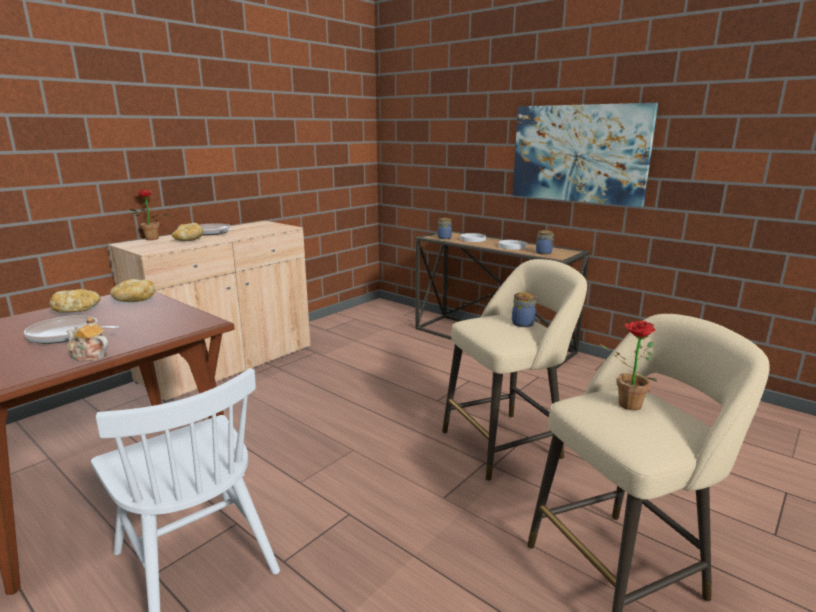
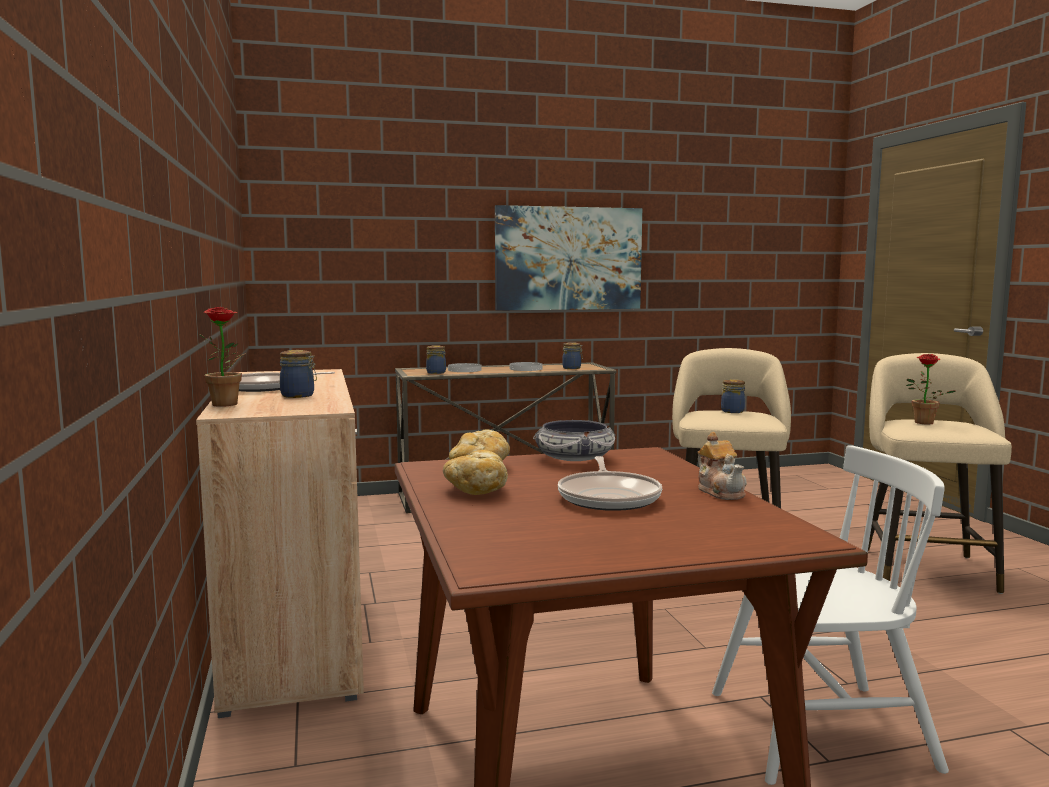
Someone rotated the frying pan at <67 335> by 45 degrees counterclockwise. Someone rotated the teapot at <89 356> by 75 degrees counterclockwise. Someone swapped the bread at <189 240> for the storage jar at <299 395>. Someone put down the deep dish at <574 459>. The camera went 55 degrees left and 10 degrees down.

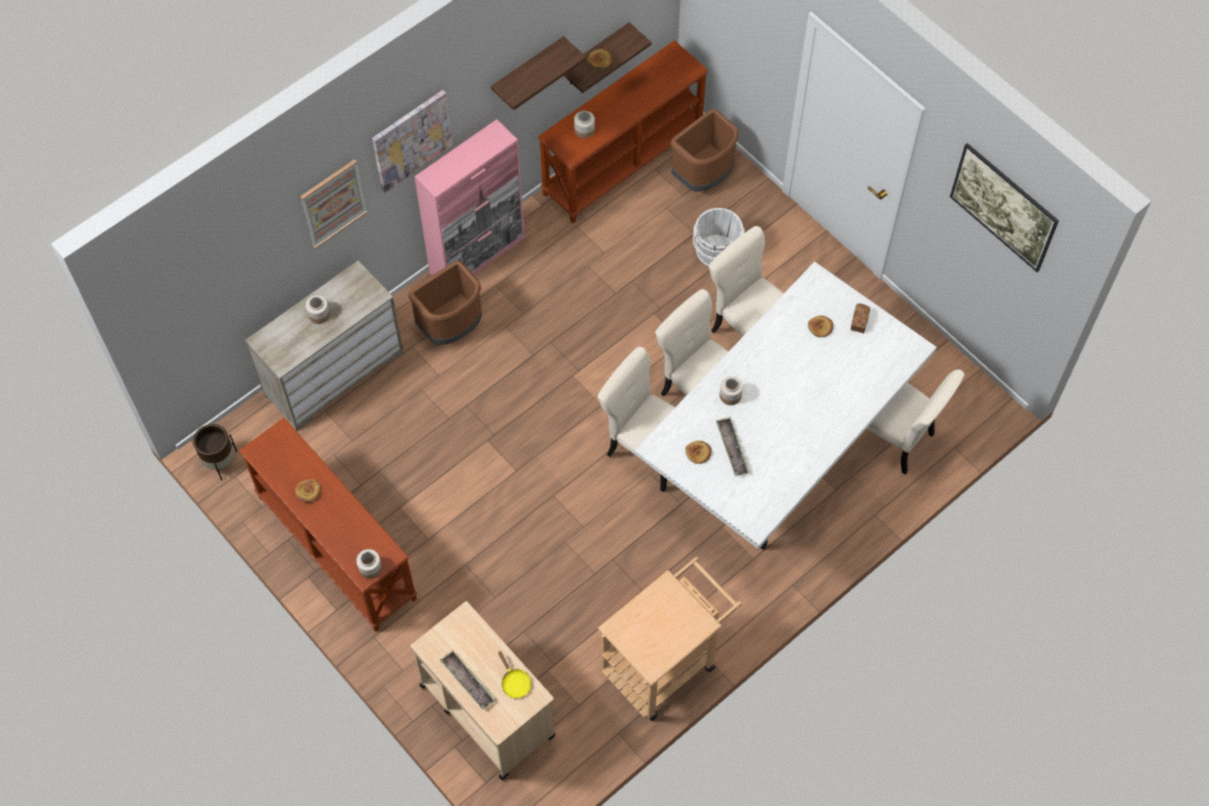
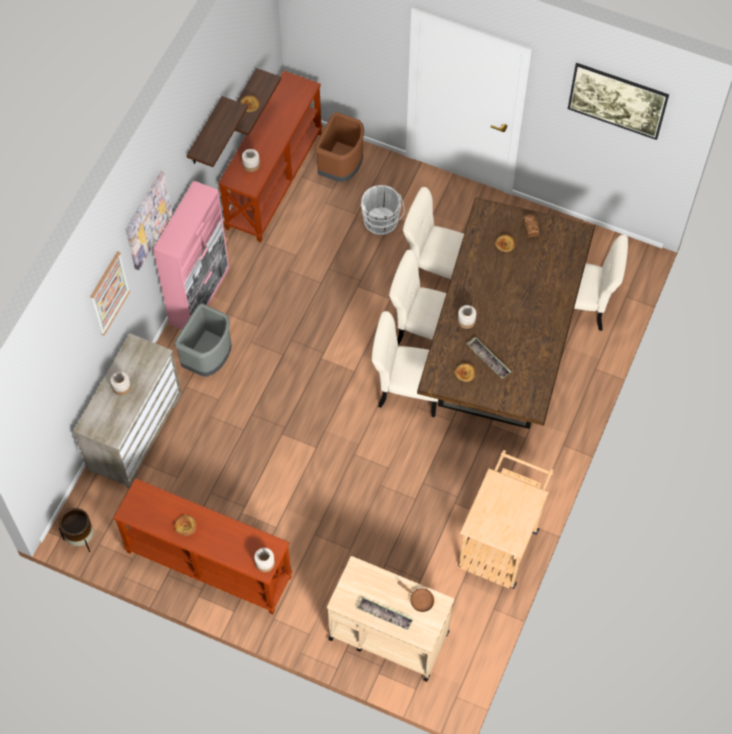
Someone repainted the brownish rubbish bin at <451 326>, which became the greyish rubbish bin at <208 358>. Someone repainted the yellowish frying pan at <514 682>, which became the brownish frying pan at <419 600>. Someone repainted the white kitchen table at <777 449>, which became the brownish kitchen table at <501 350>. The camera went 25 degrees left and 0 degrees up.

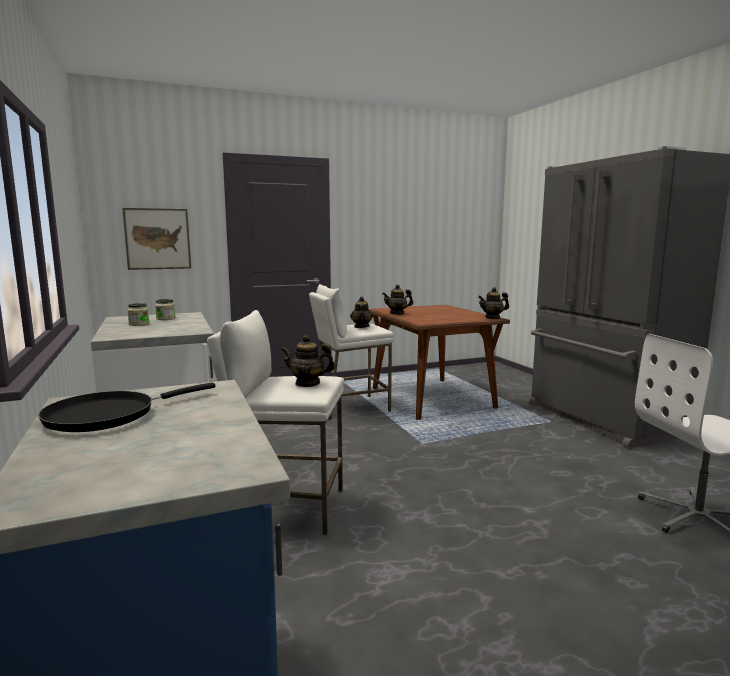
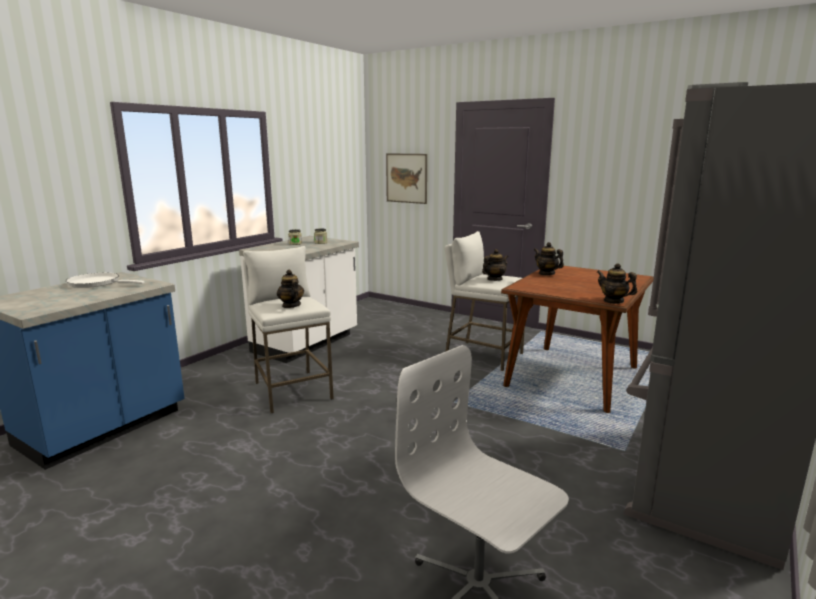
Someone repainted the black frying pan at <108 415>, which became the white frying pan at <97 283>. The camera went 55 degrees right and 5 degrees up.

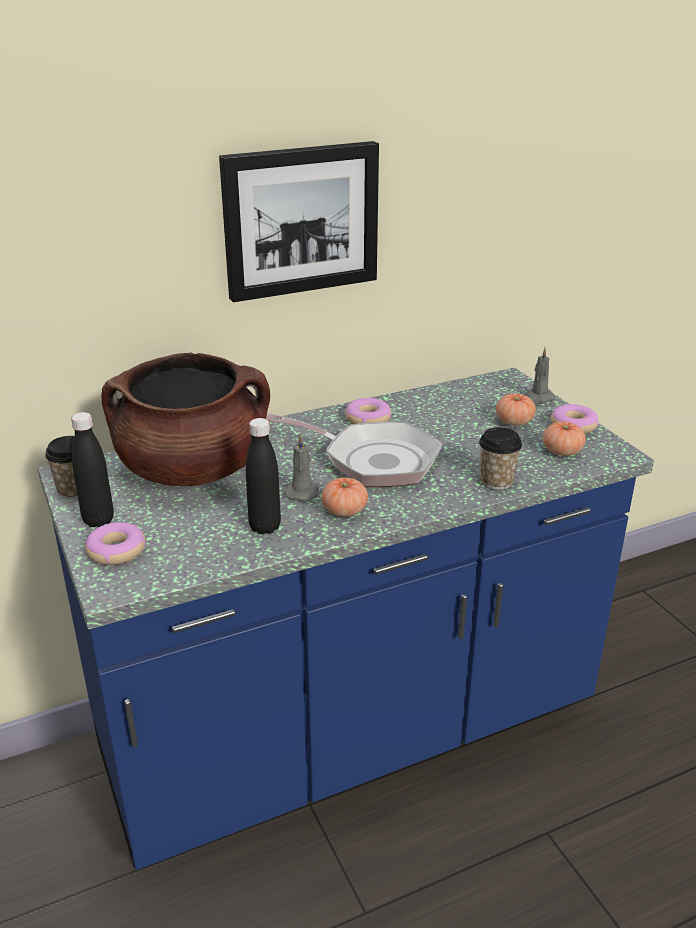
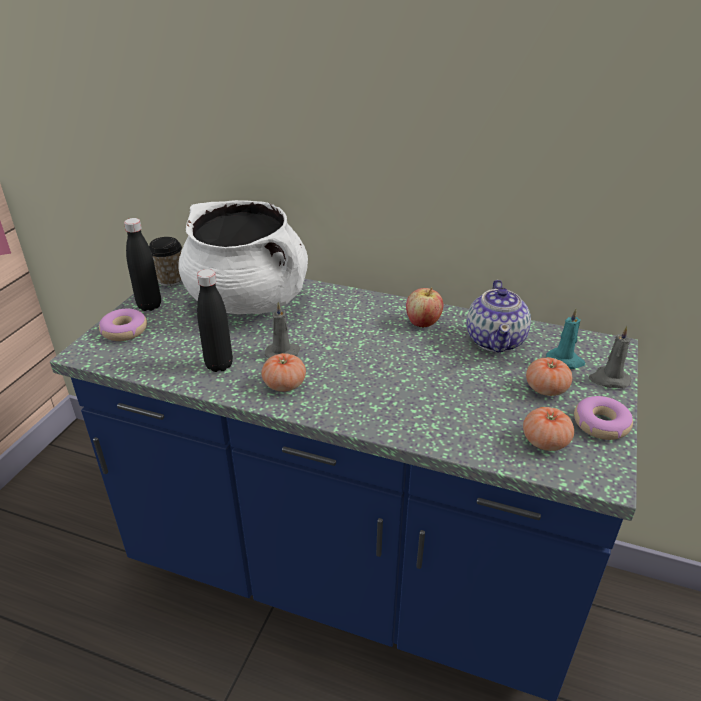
Someone repainted the brownish cooking pot at <193 470>, which became the white cooking pot at <249 301>. Someone took away the wall picture at <300 220>. Someone took away the frying pan at <373 460>. Someone swapped the doughnut at <368 419> for the apple fruit at <423 323>. Someone took away the drinking cup at <496 481>. Someone put down the teapot at <496 340>. Someone put down the turquoise candle at <565 361>. The camera went 45 degrees right and 5 degrees up.

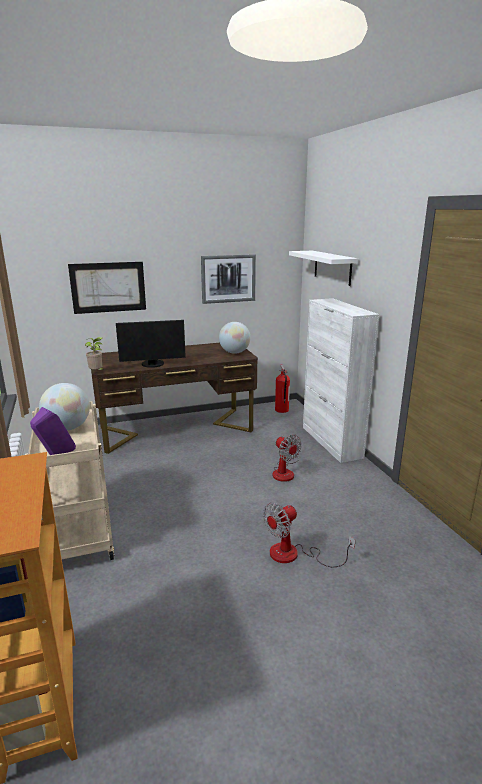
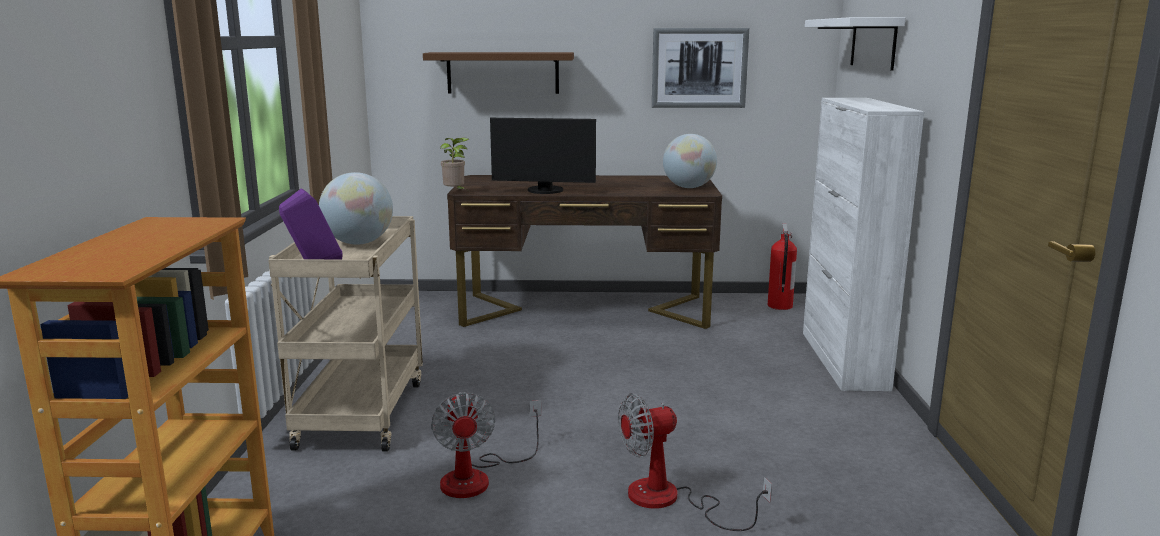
Someone swapped the wall picture at <108 287> for the brownish bracket shelf at <503 72>. Someone carried the fan from <285 471> to <478 477>. The camera went 20 degrees right and 5 degrees down.

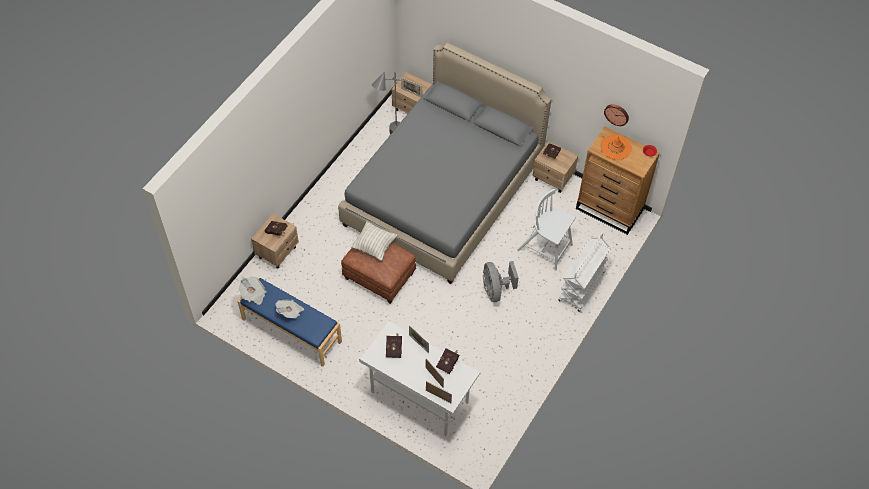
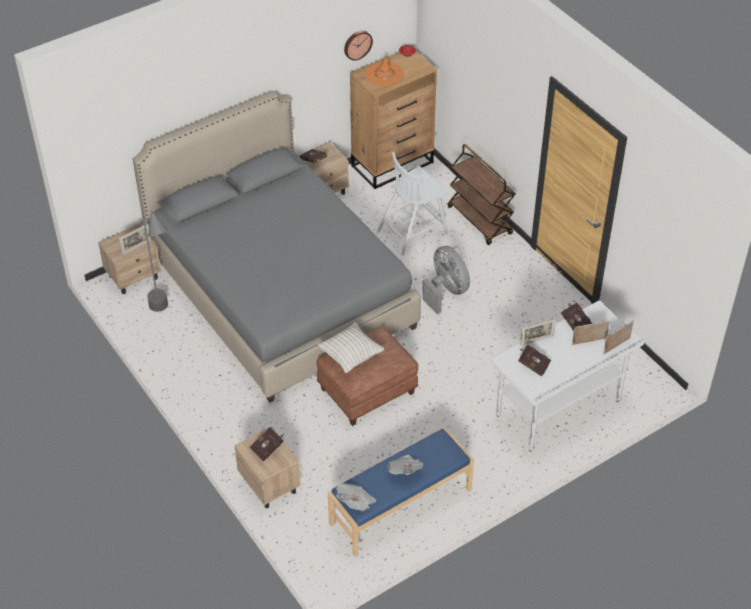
Someone rotated the greyish fan at <496 290> by 135 degrees counterclockwise. Someone repainted the white cart at <582 287>, which became the brownish cart at <480 220>. The camera went 65 degrees left and 10 degrees down.

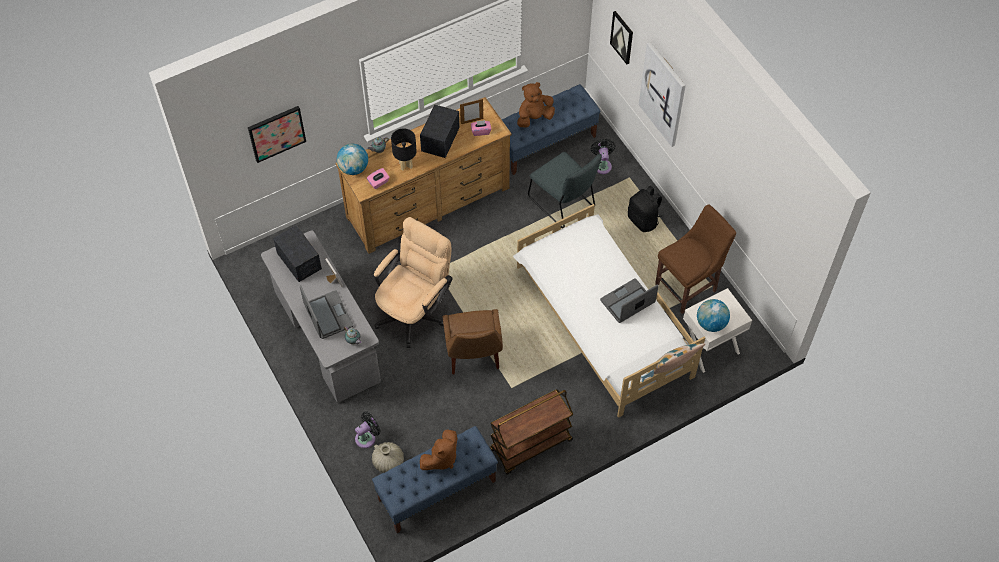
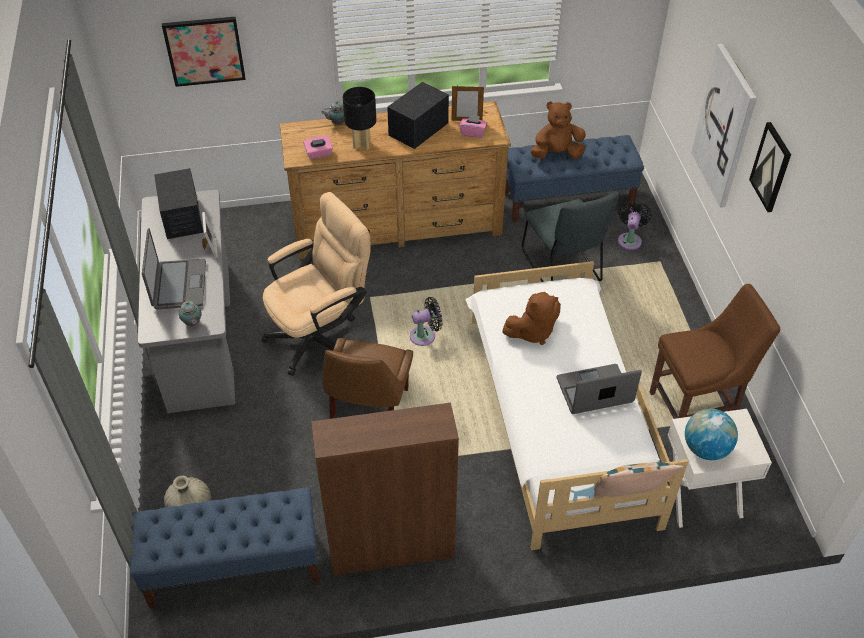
Someone took away the globe at <353 168>. Someone carried the black fan from <367 437> to <425 336>. Someone carried the brownish plush toy from <441 458> to <532 332>. Someone swapped the brownish cart at <531 446> for the brownish cabinet at <390 549>. Someone carried the wall picture from <622 37> to <771 167>. Someone took away the black rucksack at <643 220>. The camera went 20 degrees right and 10 degrees down.

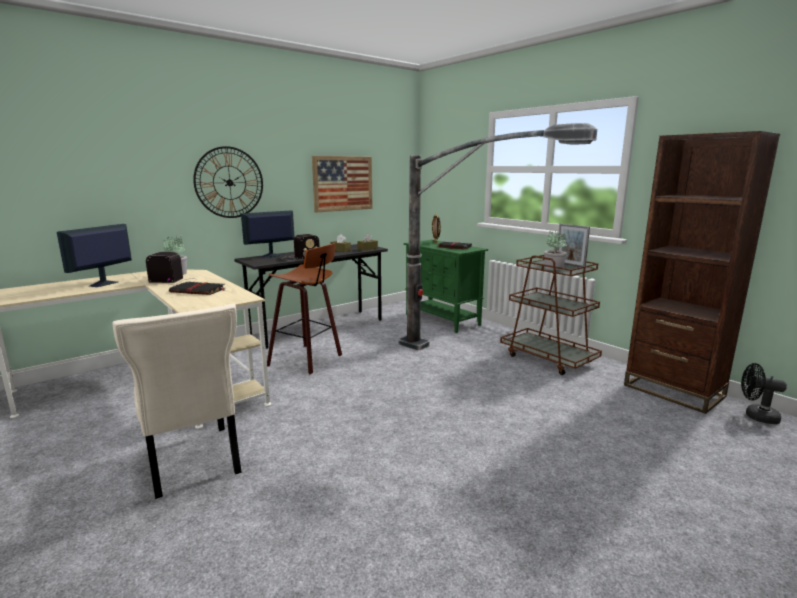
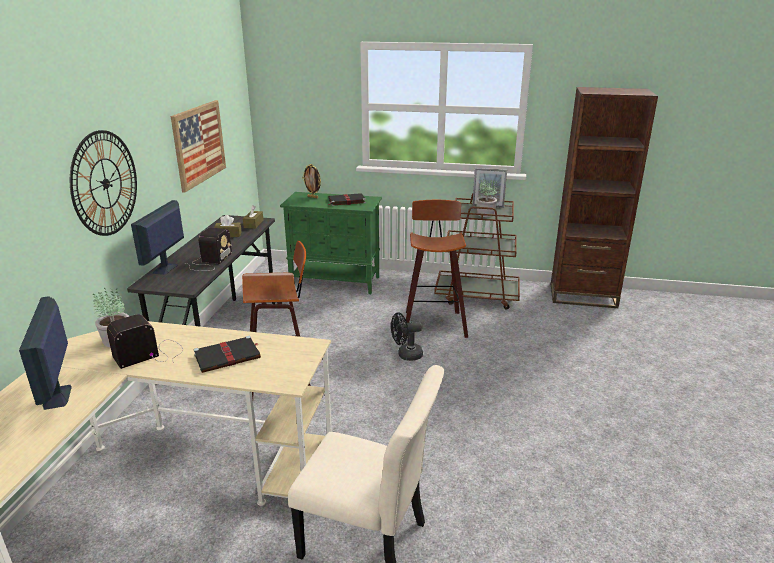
Someone swapped the floor lamp at <474 363> for the stool at <433 323>. Someone carried the black fan from <756 416> to <406 355>. The camera went 40 degrees left and 10 degrees up.

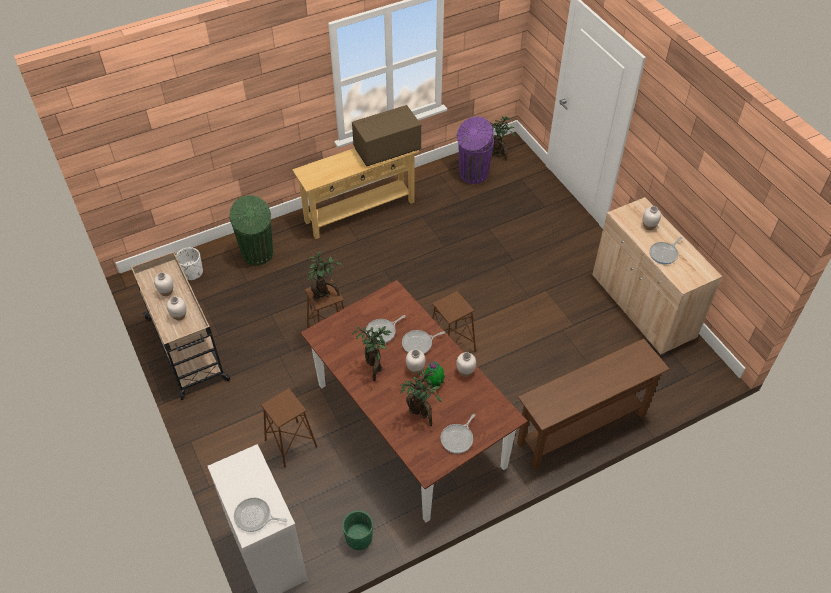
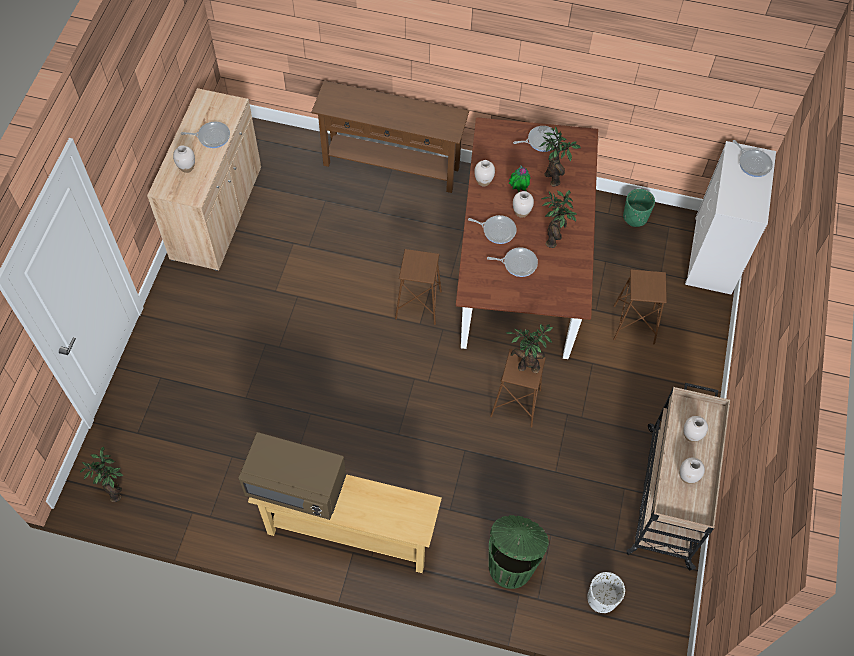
Someone took away the purplish rubbish bin at <473 174>. The camera went 140 degrees left and 10 degrees up.

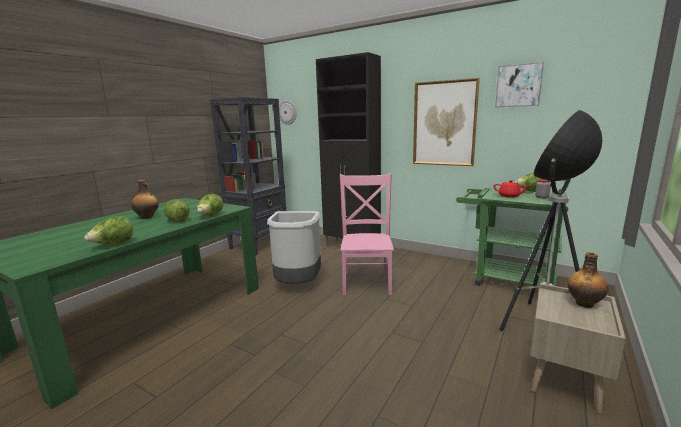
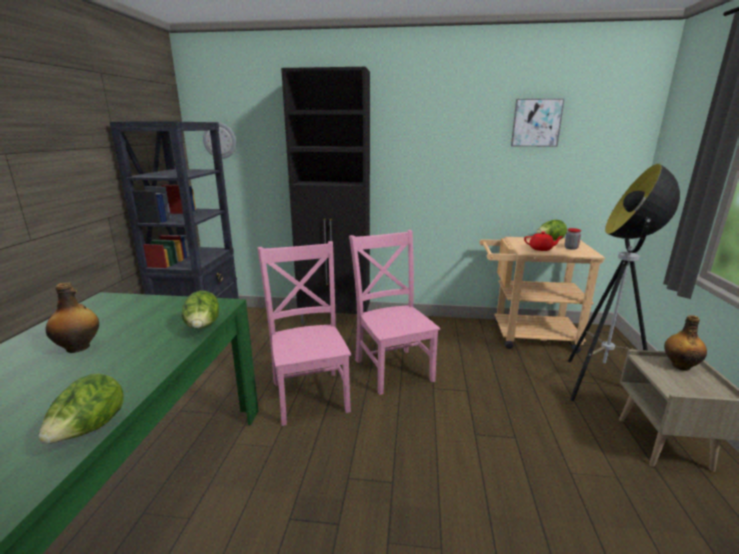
Someone took away the head of lettuce at <177 221>. Someone swapped the greyish rubbish bin at <297 285> for the pink-coloured plain chair at <310 393>. Someone took away the wall picture at <444 123>. Someone repainted the green-coloured cart at <505 279>, which became the beige cart at <526 336>. The camera went 25 degrees left and 5 degrees up.

